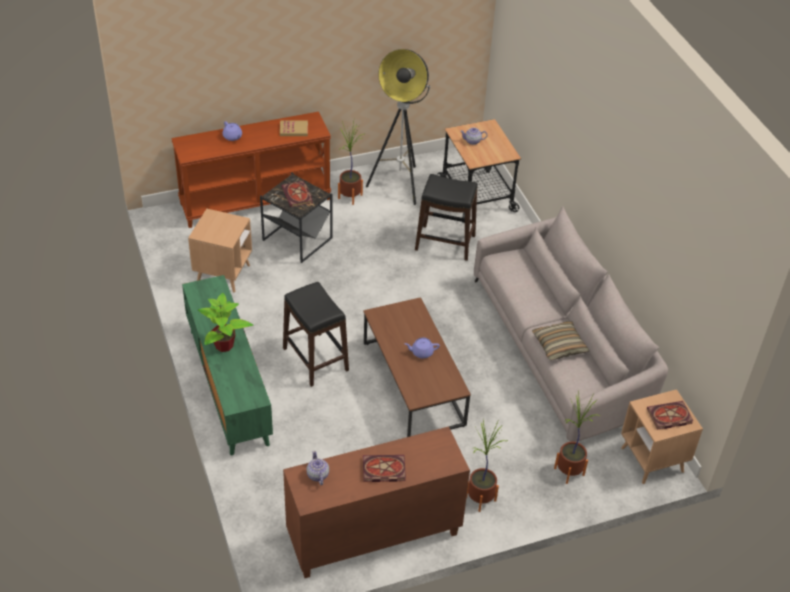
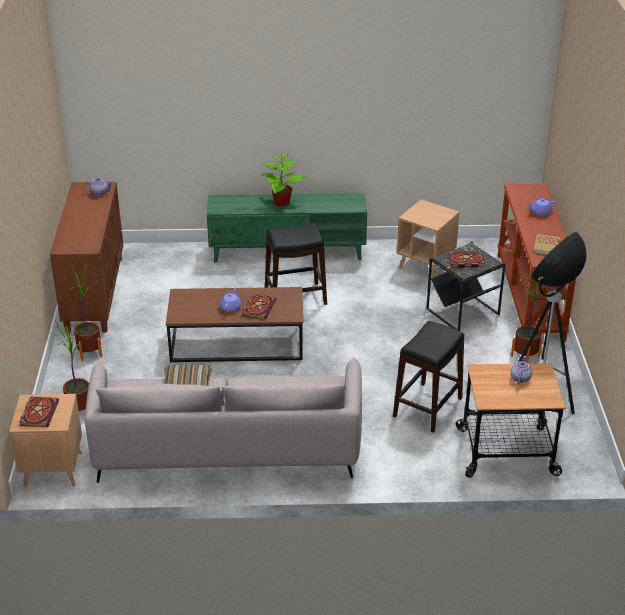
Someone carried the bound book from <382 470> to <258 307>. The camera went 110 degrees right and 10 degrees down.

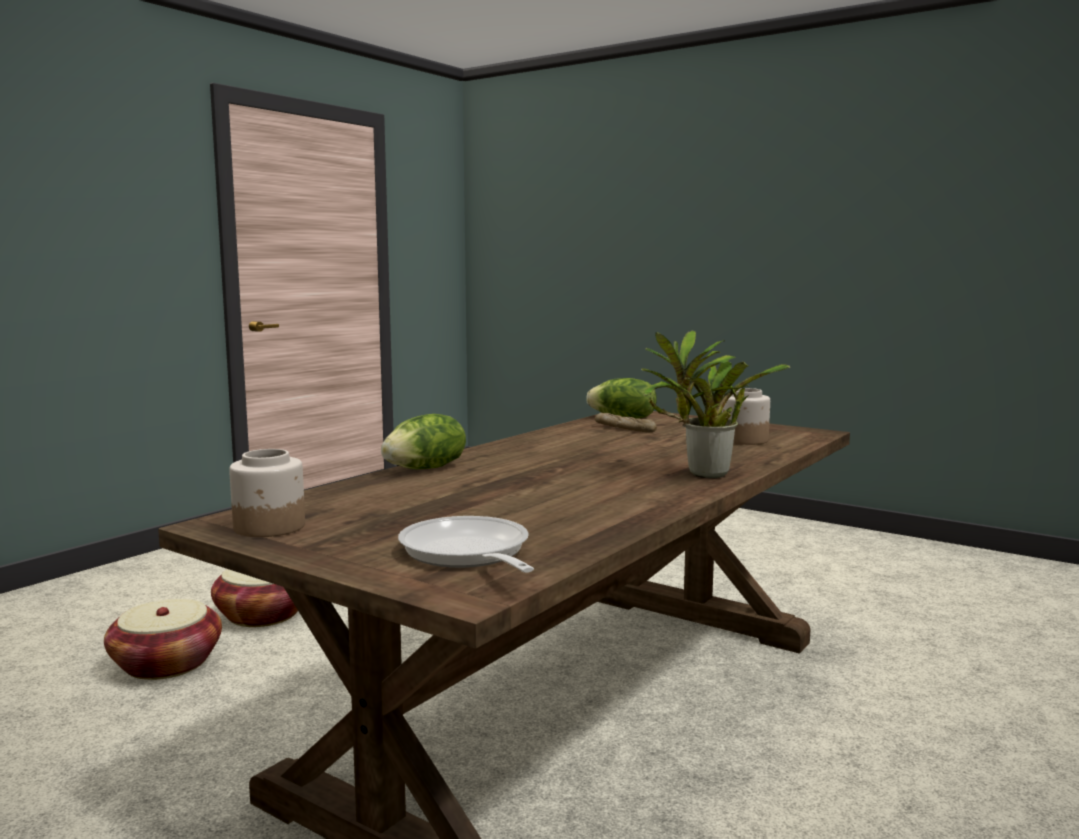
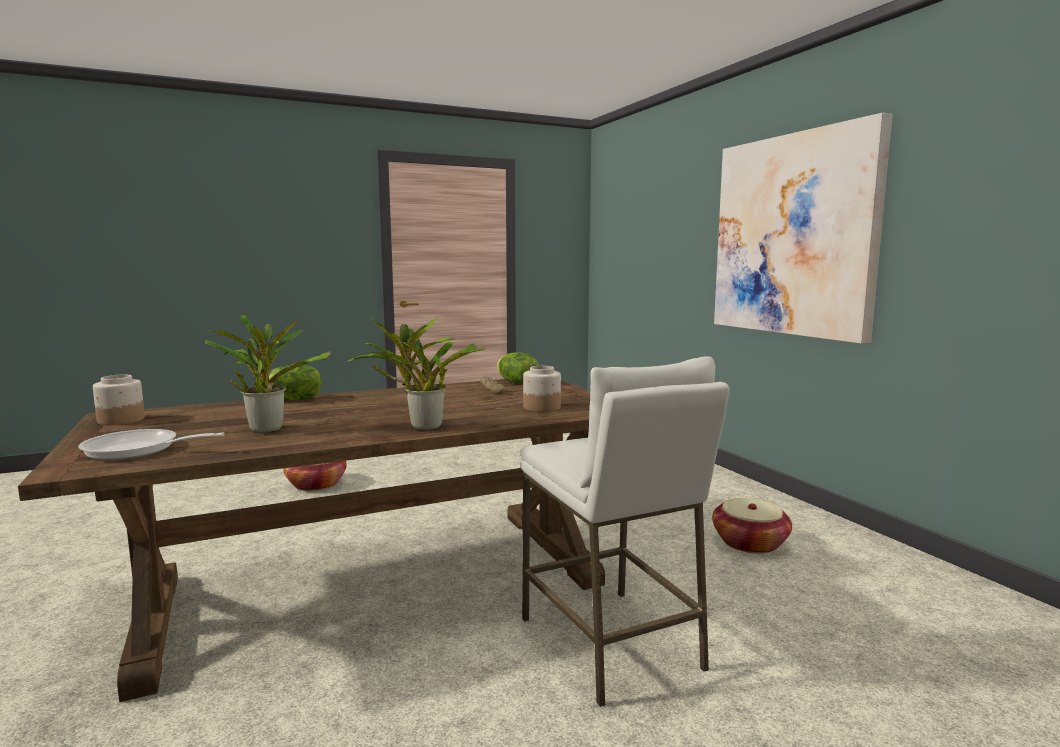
Someone carried the household basket from <166 664> to <750 543>. Someone rotated the frying pan at <467 554> by 90 degrees counterclockwise. Someone put down the potted plant at <266 428>. Someone put down the white stool at <611 643>. Someone put up the wall picture at <793 235>. The camera went 30 degrees right and 0 degrees up.

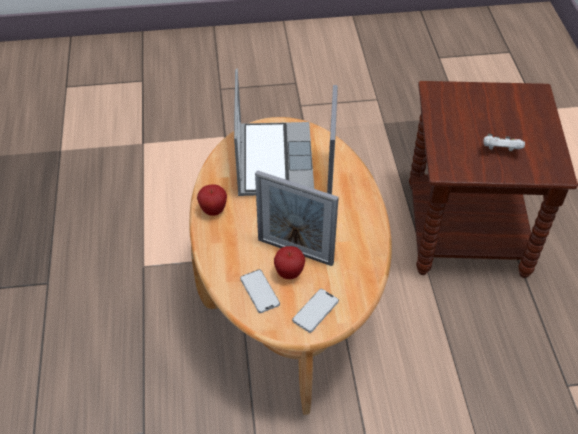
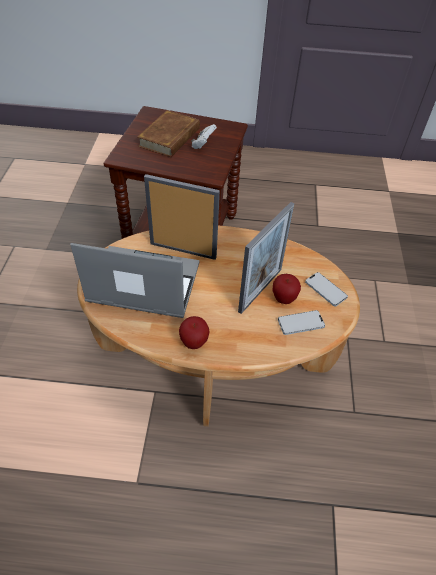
Someone put down the brownish bound book at <170 137>. The camera went 80 degrees left and 0 degrees up.

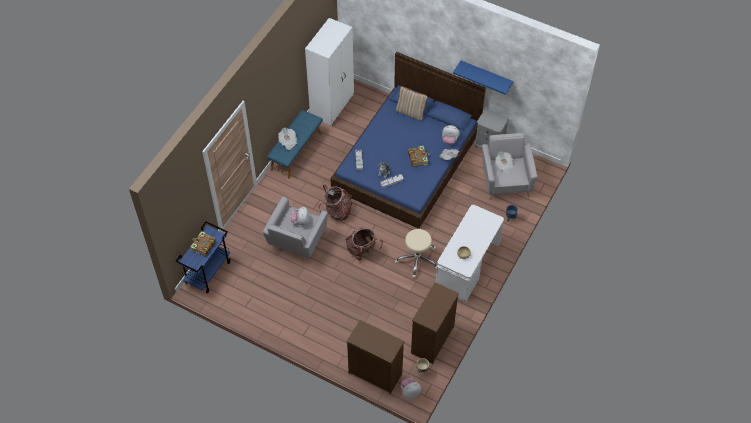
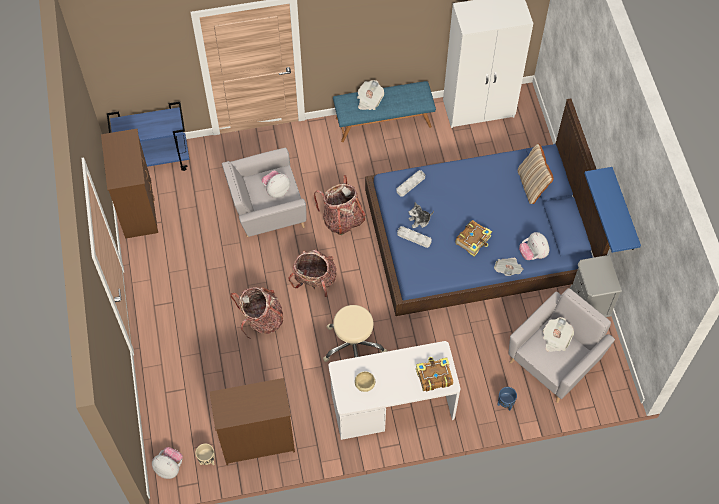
Someone carried the bound book from <203 246> to <433 376>. Someone carried the brownish chest of drawers from <375 373> to <138 208>. Someone put down the rucksack at <261 320>. The camera went 50 degrees right and 5 degrees up.

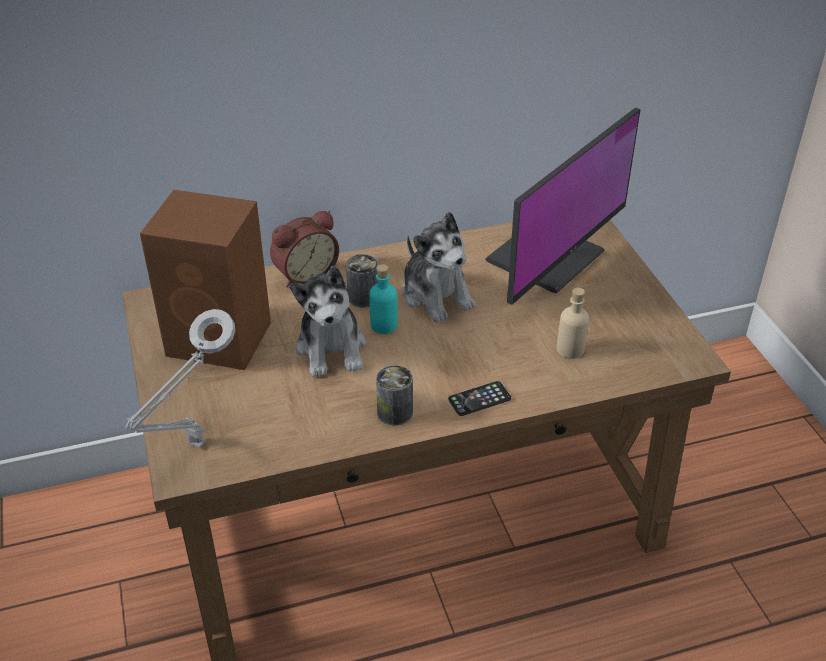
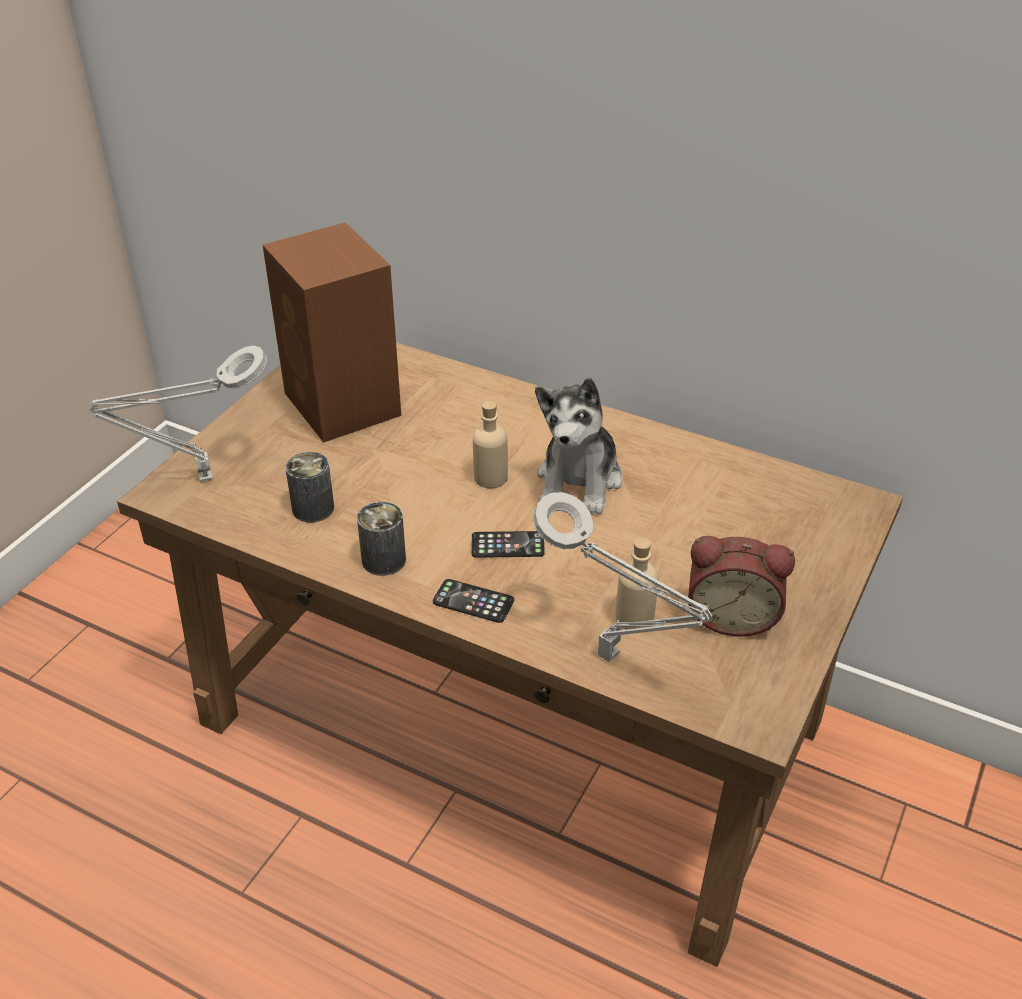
Someone carried the table clock from <304 274> to <732 615>. Someone took away the plush toy at <331 348>. Someone carried the can from <363 297> to <313 508>. Someone repainted the turquoise beverage bottle at <384 325>, which became the beige beverage bottle at <490 477>. Someone took away the monitor at <548 258>. Someone put down the handset at <507 545>. Someone put down the greyish table lamp at <614 658>. The camera went 45 degrees right and 0 degrees up.

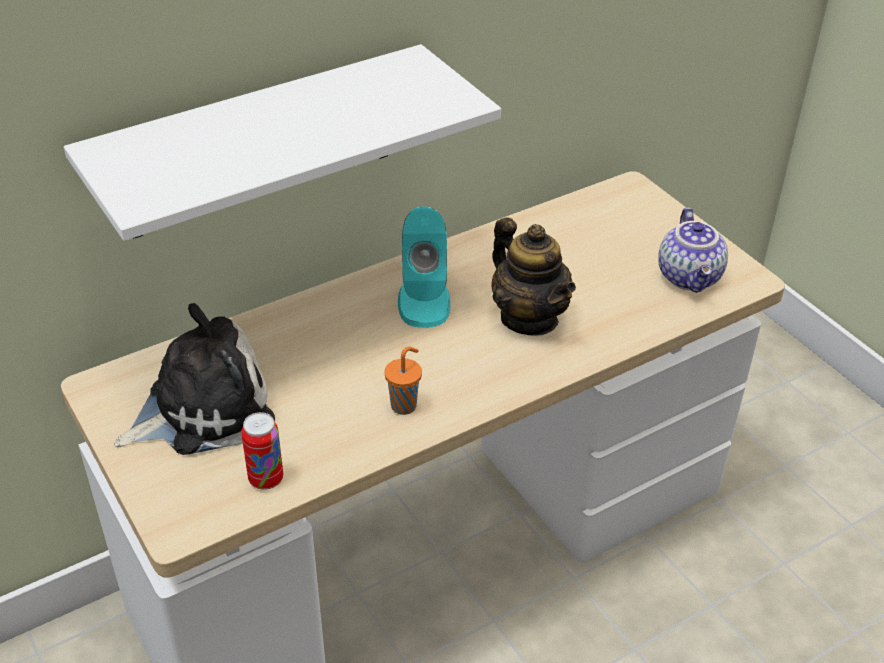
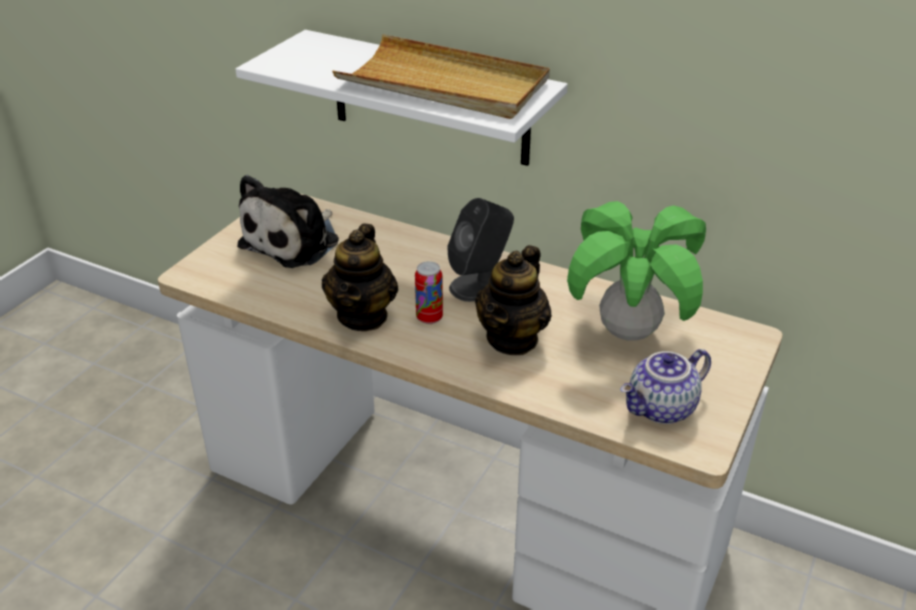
Someone rotated the plush toy at <202 408> by 90 degrees clockwise. Someone carried the can from <266 479> to <429 318>. Someone swapped the orange-coloured drinking cup at <405 405> for the teapot at <363 316>. Someone repainted the turquoise audio speaker at <424 301>, which became the greyish audio speaker at <481 285>. Someone put down the beige tray at <444 85>. Someone put down the potted plant at <628 332>. The camera went 60 degrees right and 5 degrees down.

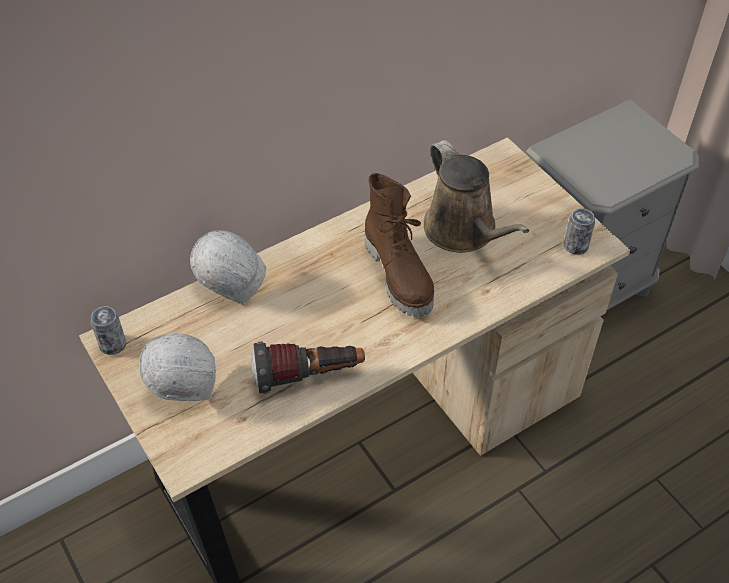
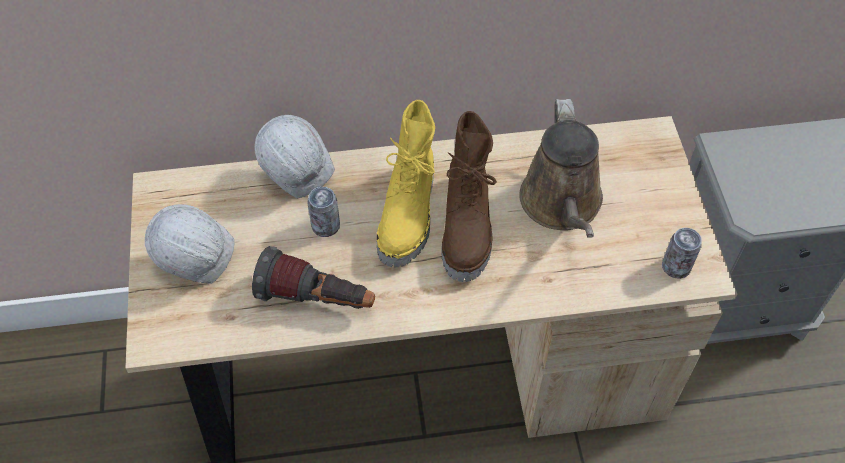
Someone carried the can from <113 344> to <325 226>. Someone put down the yellowish boot at <409 215>. The camera went 25 degrees right and 5 degrees up.

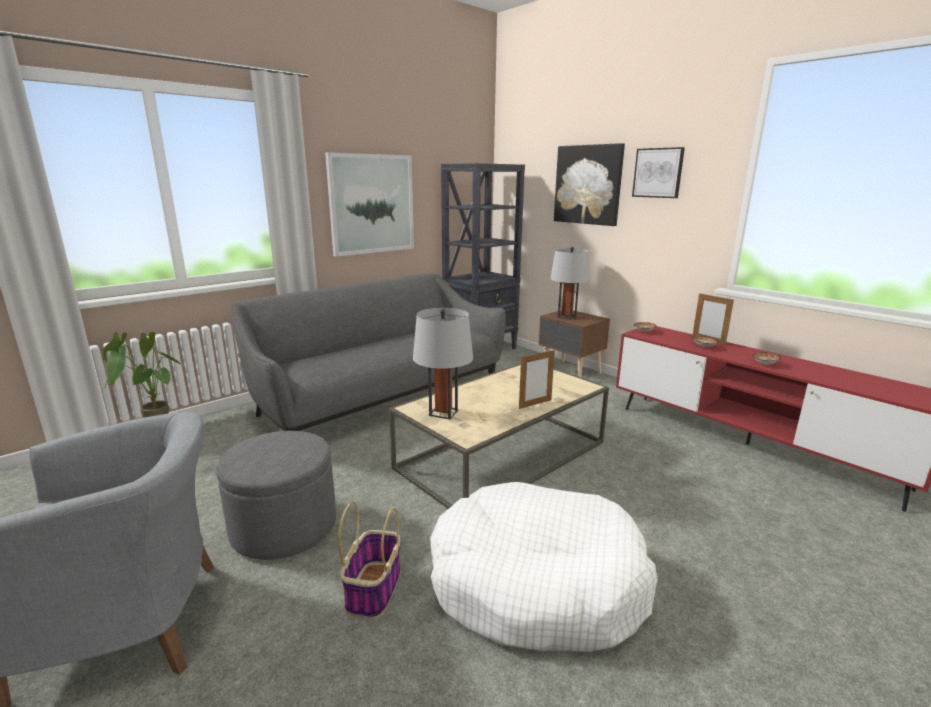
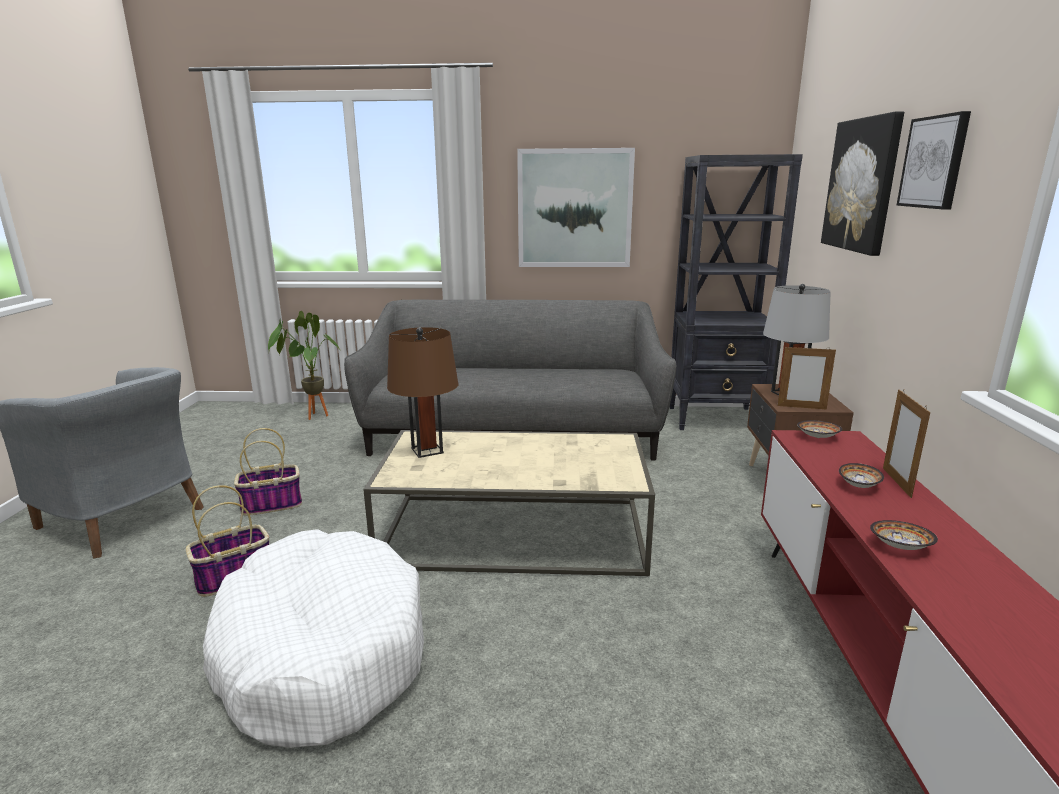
Someone swapped the greyish ottoman at <284 527> for the household basket at <272 504>. Someone repainted the greyish table lamp at <443 413>, which became the brownish table lamp at <427 450>. Someone carried the standing frame from <535 404> to <801 407>. The camera went 45 degrees right and 0 degrees up.

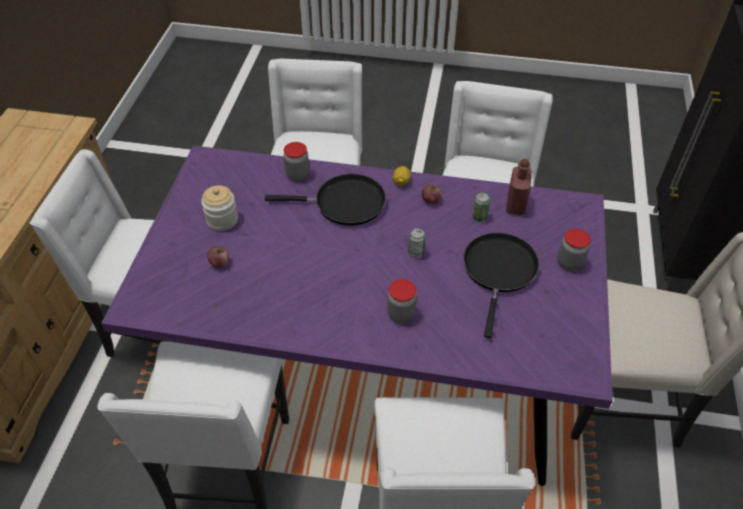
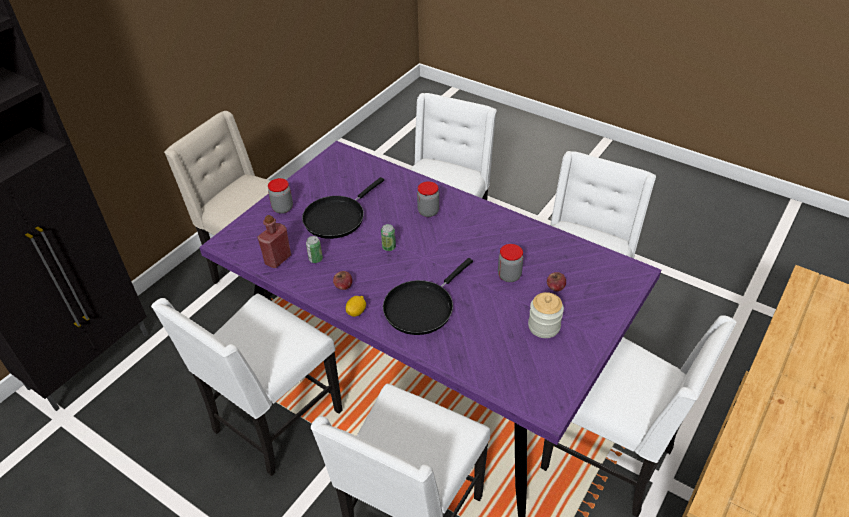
Someone rotated the black frying pan at <344 203> by 75 degrees counterclockwise. Someone carried the storage jar from <297 175> to <509 276>. The camera went 155 degrees left and 5 degrees down.

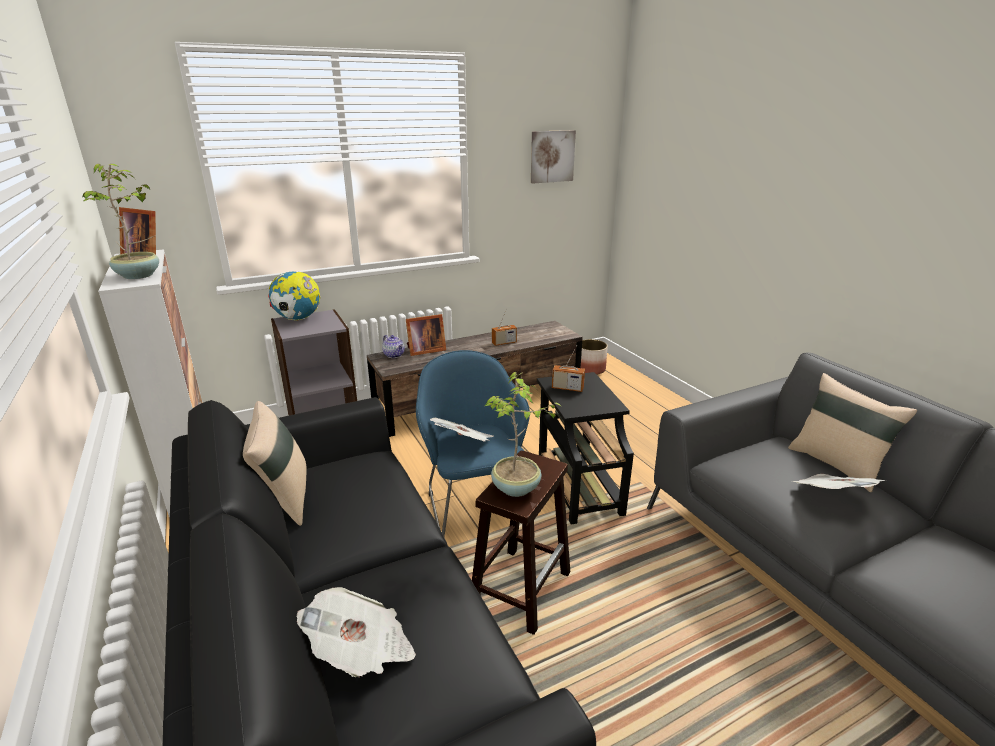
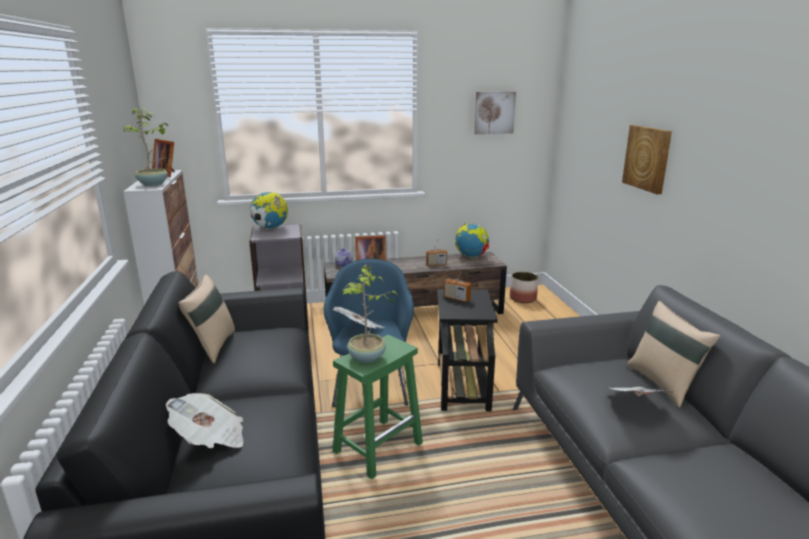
Someone repainted the brownish stool at <521 588>, which became the green-coloured stool at <379 447>. Someone put down the globe at <471 256>. Someone put up the wall picture at <647 158>. The camera went 15 degrees right and 5 degrees down.

